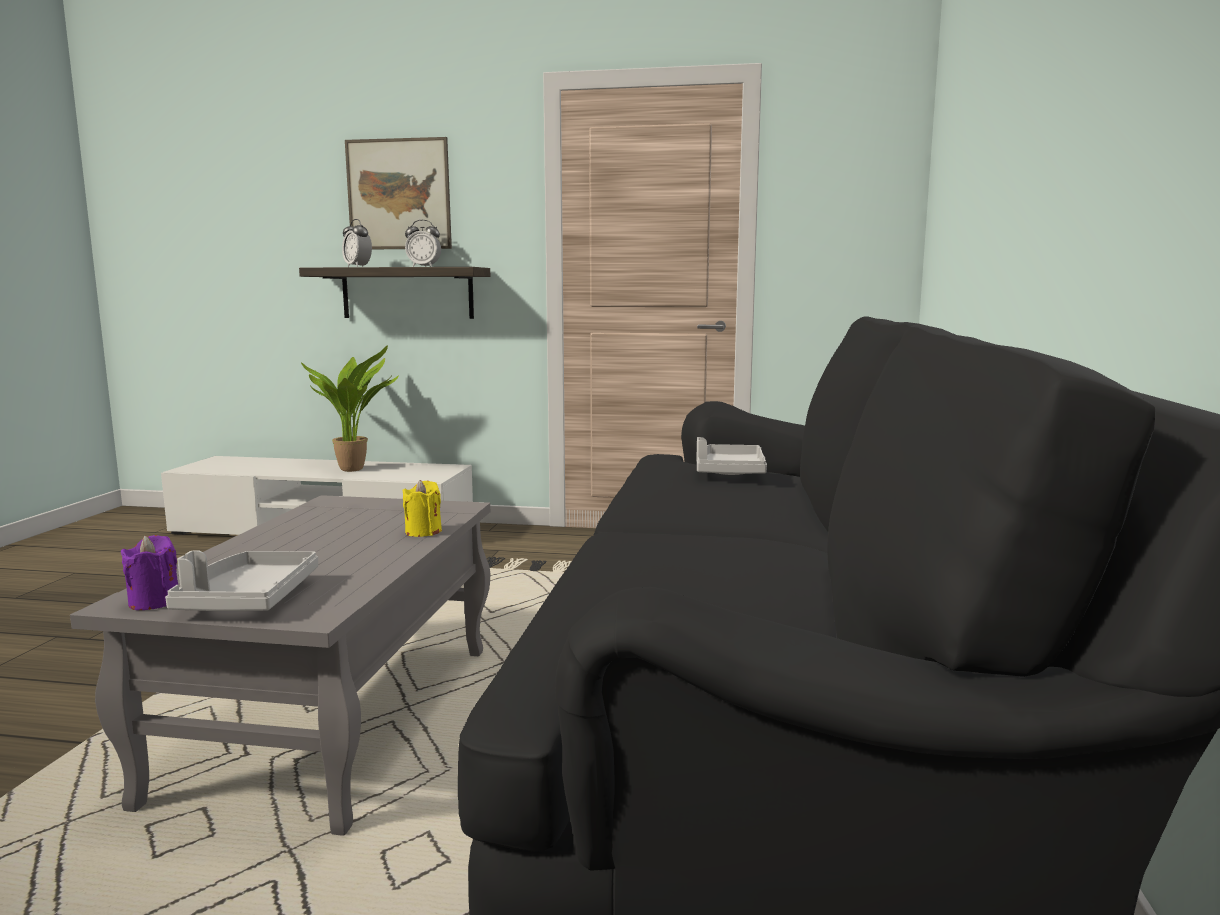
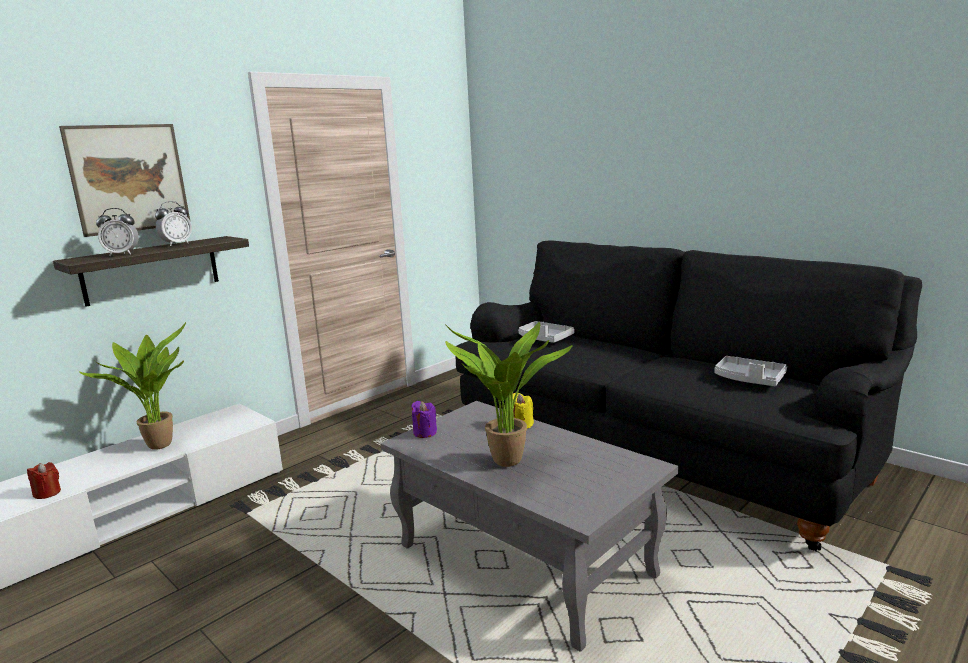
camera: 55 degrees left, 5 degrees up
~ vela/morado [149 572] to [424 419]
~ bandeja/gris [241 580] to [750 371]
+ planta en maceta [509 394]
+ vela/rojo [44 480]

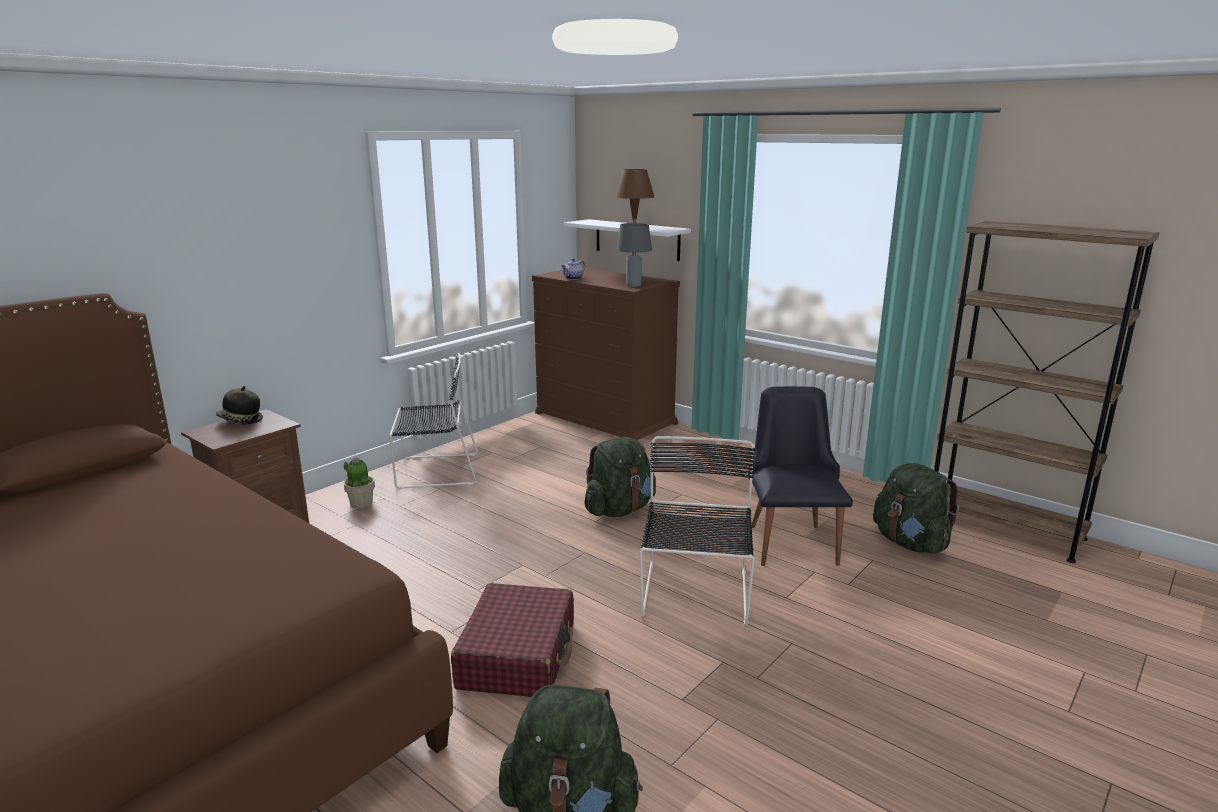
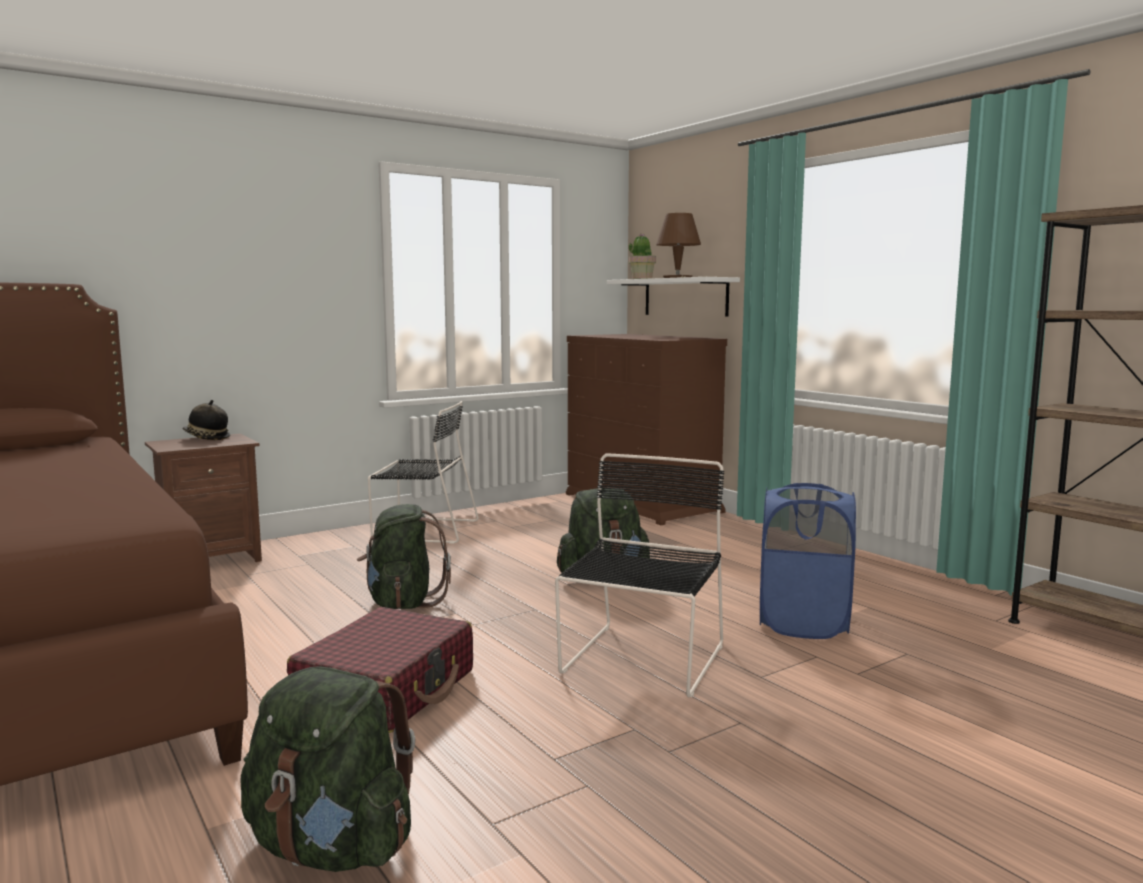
camera: 15 degrees right, 10 degrees down
- lámpara de mesa/gris [634 255]
- tetera [573 269]
~ silla/negro [800 476] to cesto de la ropa/azul [808 561]
~ planta en maceta [359 482] to [642 256]
~ mochila/verde [916 508] to [404 556]

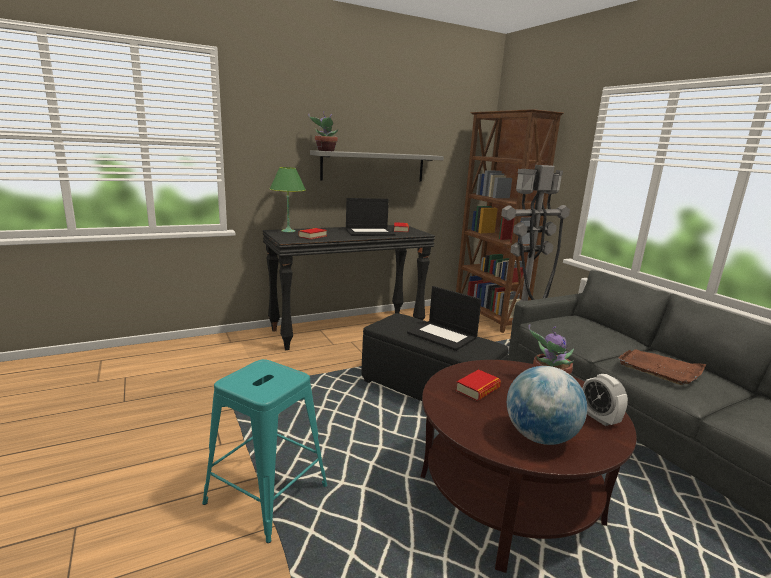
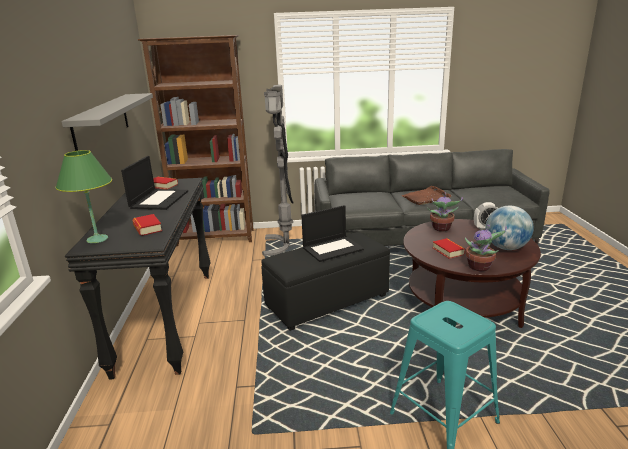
camera: 65 degrees left, 5 degrees up
~ planta en maceta [323 131] to [486 248]

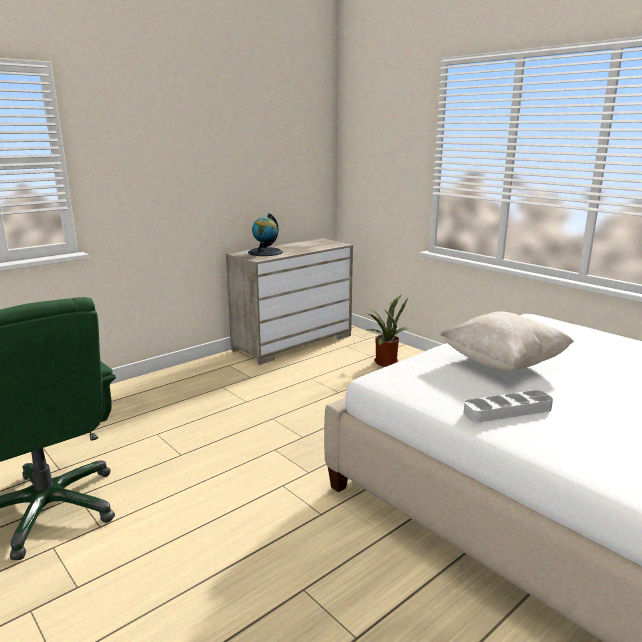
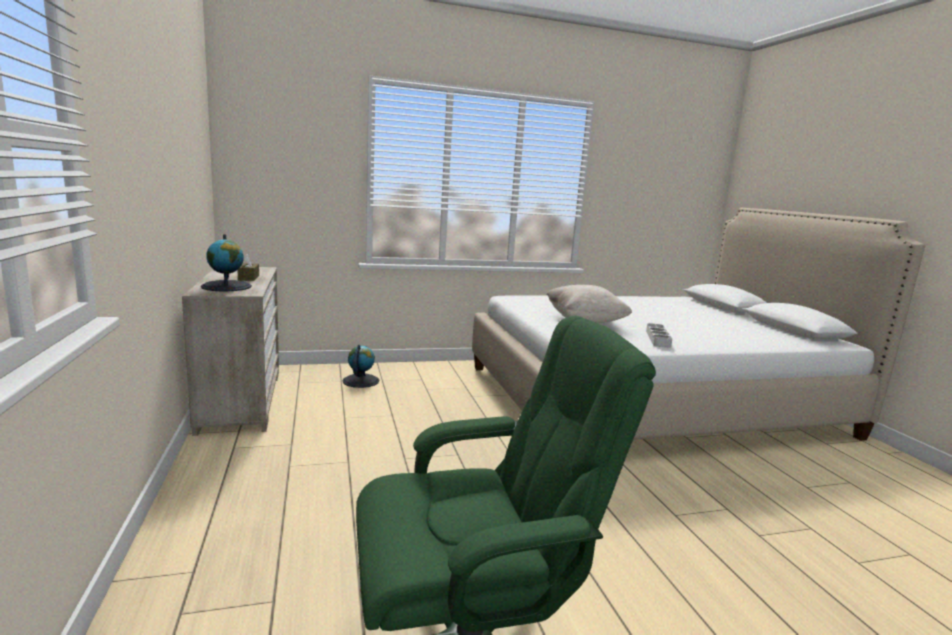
camera: 65 degrees left, 5 degrees down
~ planta en maceta [387 331] to globo terráqueo [360 366]
+ caja de pañuelos/marrón [248 267]

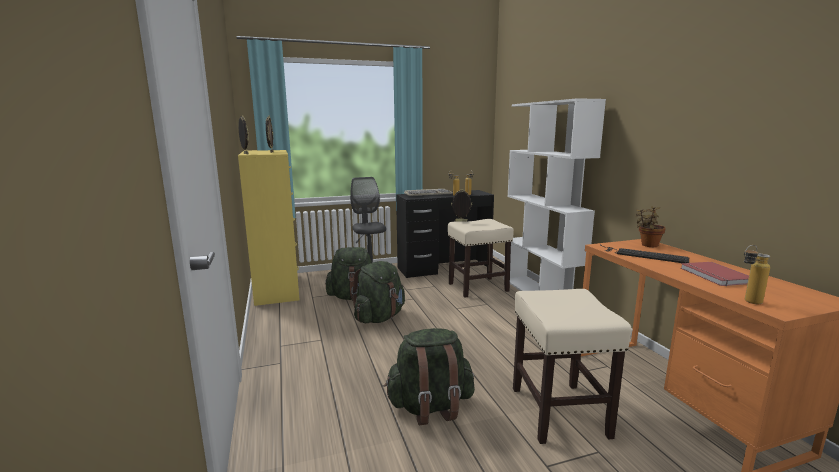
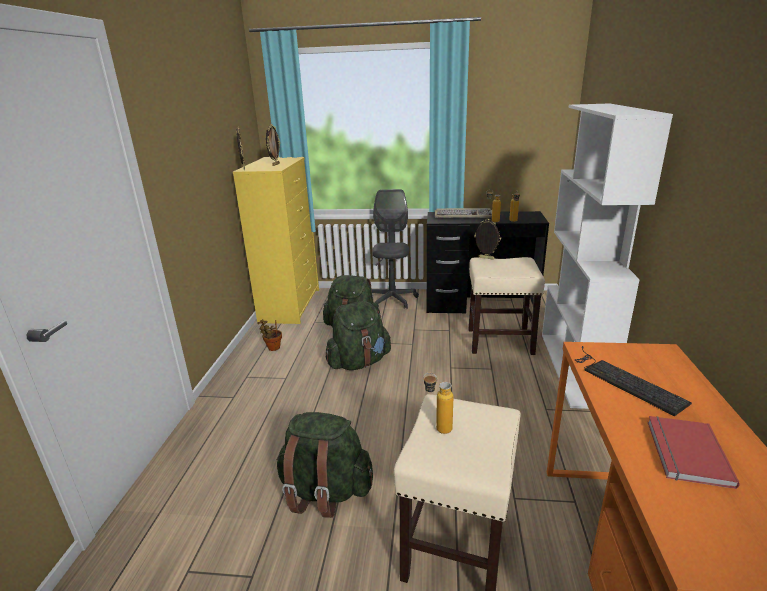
camera: 25 degrees right, 10 degrees up
~ planta en maceta [651 226] to [269 335]
~ botella [757 274] to [438 403]

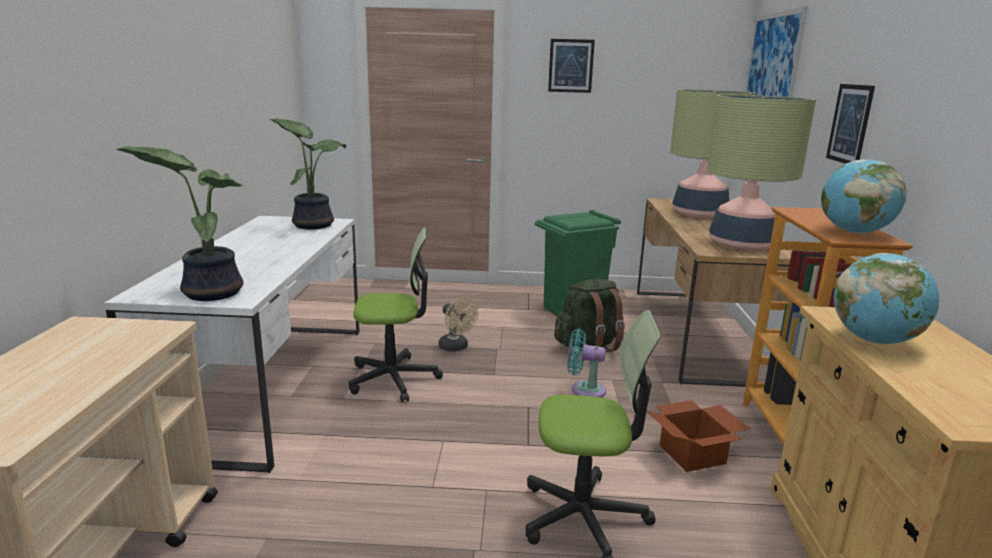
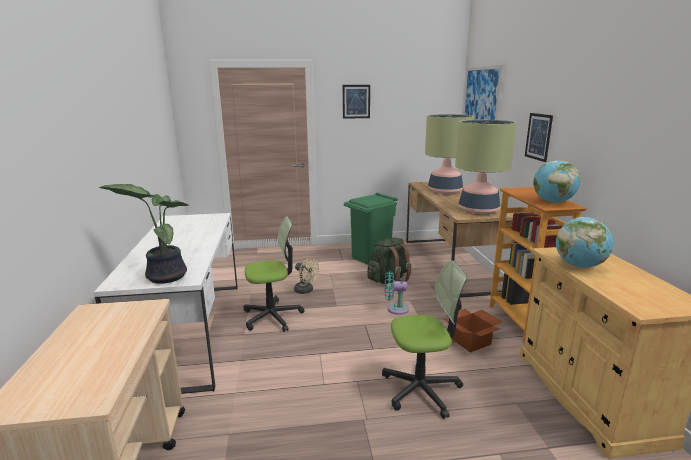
camera: 10 degrees left, 0 degrees up
- planta en maceta [308 174]

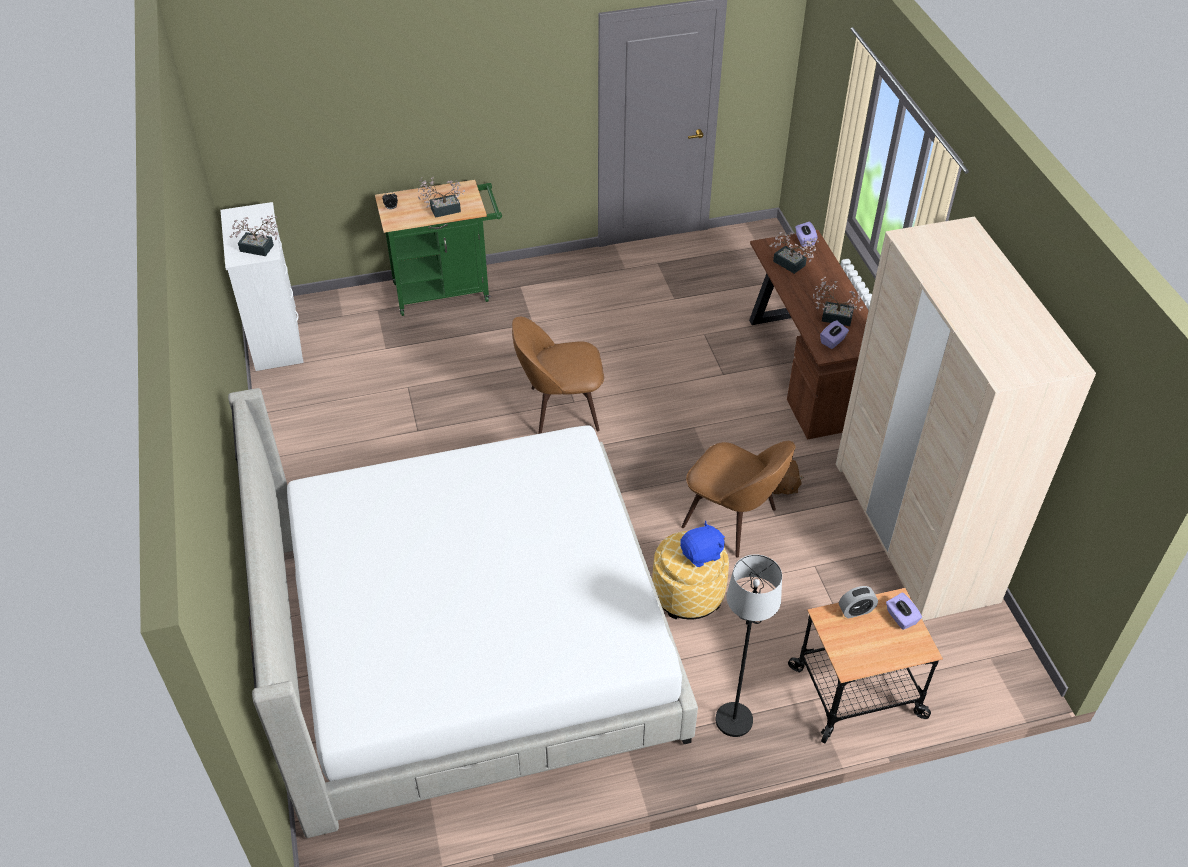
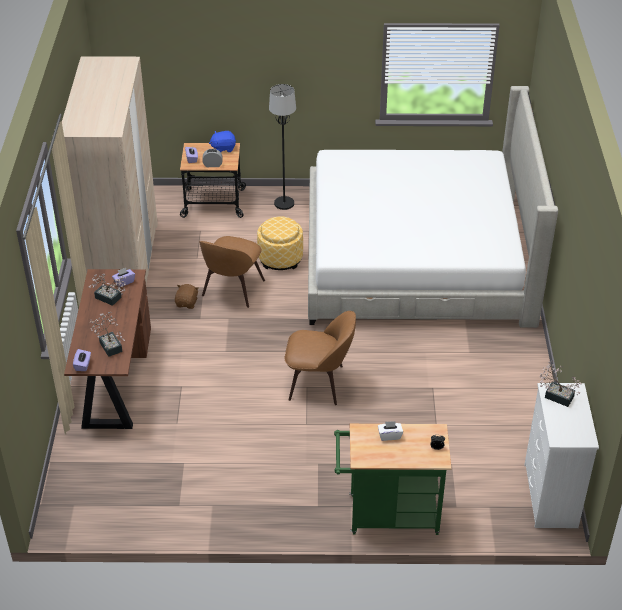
camera: 165 degrees left, 5 degrees down
~ planta en maceta [441 197] to caja de pañuelos/blanco [390 431]
~ silla/marrón [738 499] = [232 272] 120 degrees counterclockwise
~ peluche/azul [702 544] to [222 141]

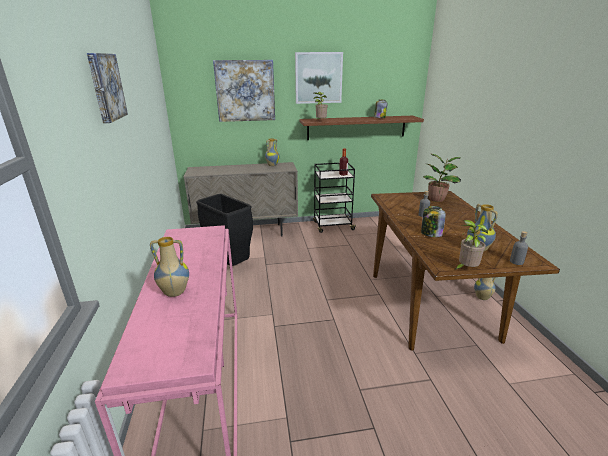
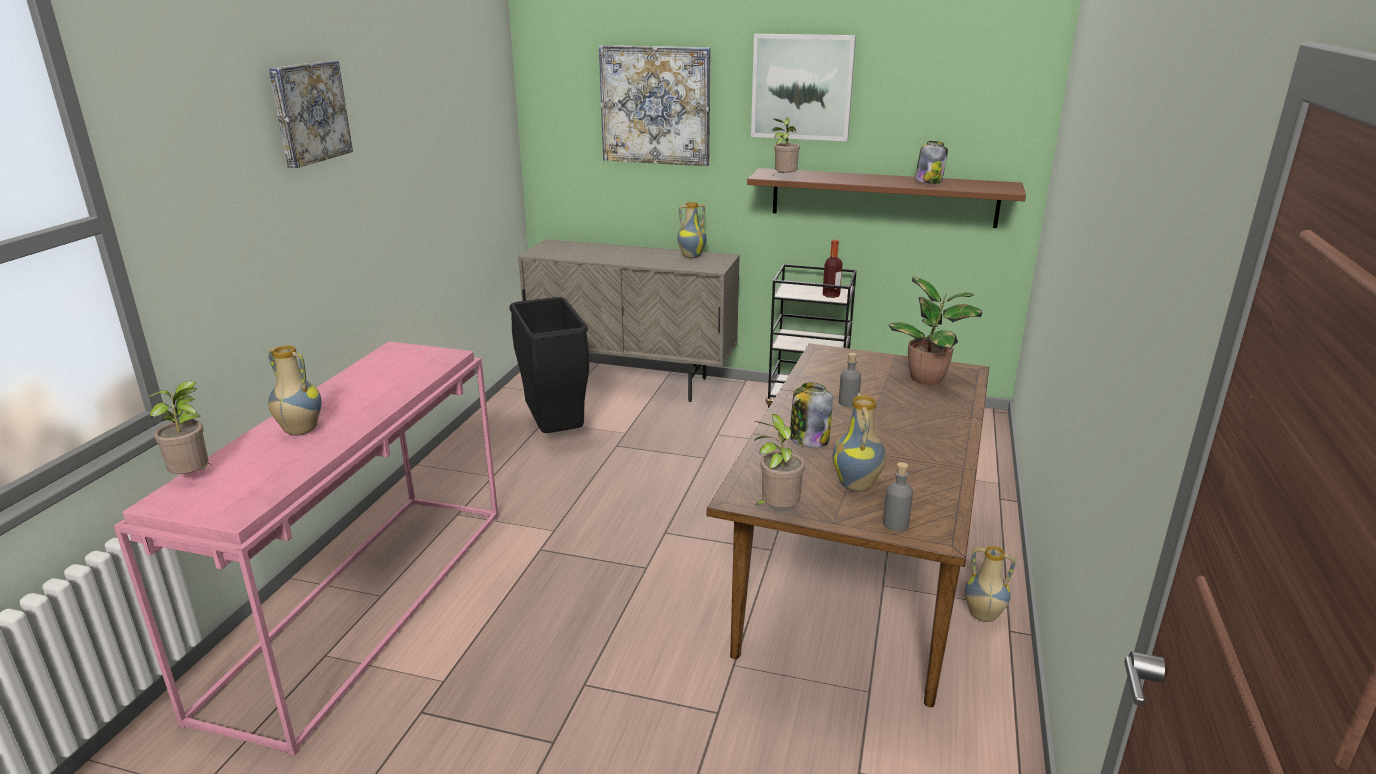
camera: 25 degrees right, 0 degrees up
+ planta en maceta [179 427]

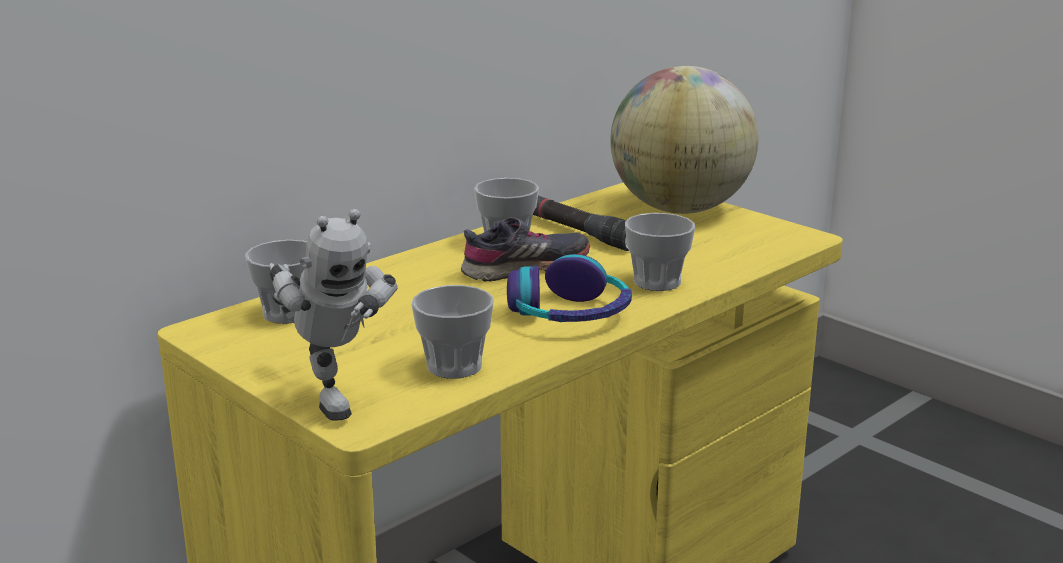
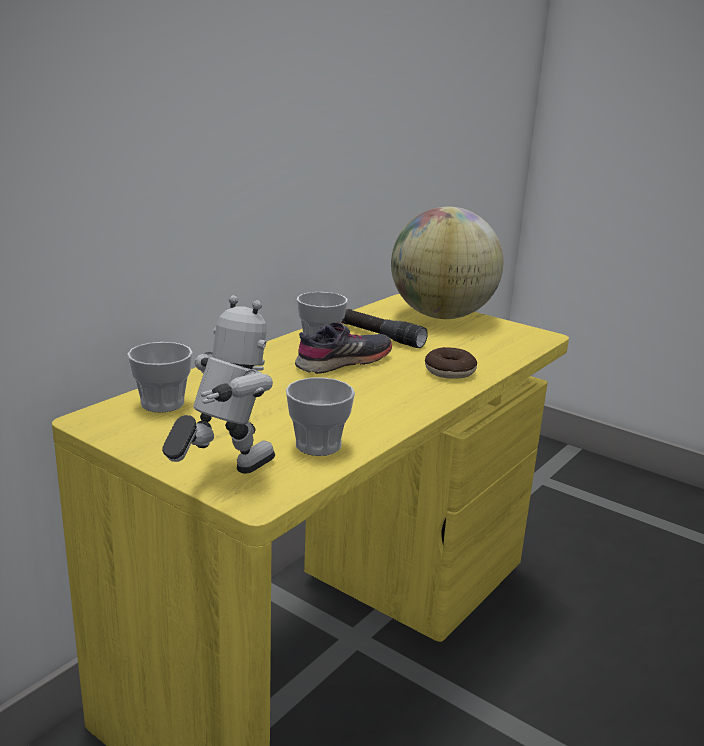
camera: 10 degrees left, 0 degrees up
~ robot de juguete [333 315] = [218 384] 105 degrees counterclockwise
~ taza [660 252] to rosquilla [451 363]
- auriculares [569 288]

